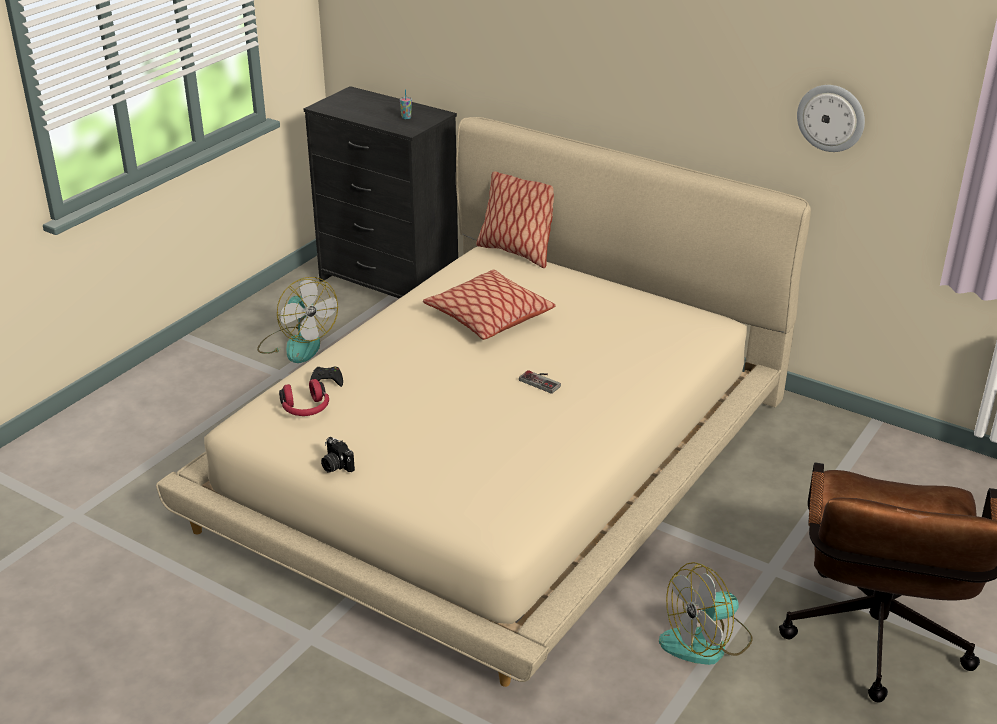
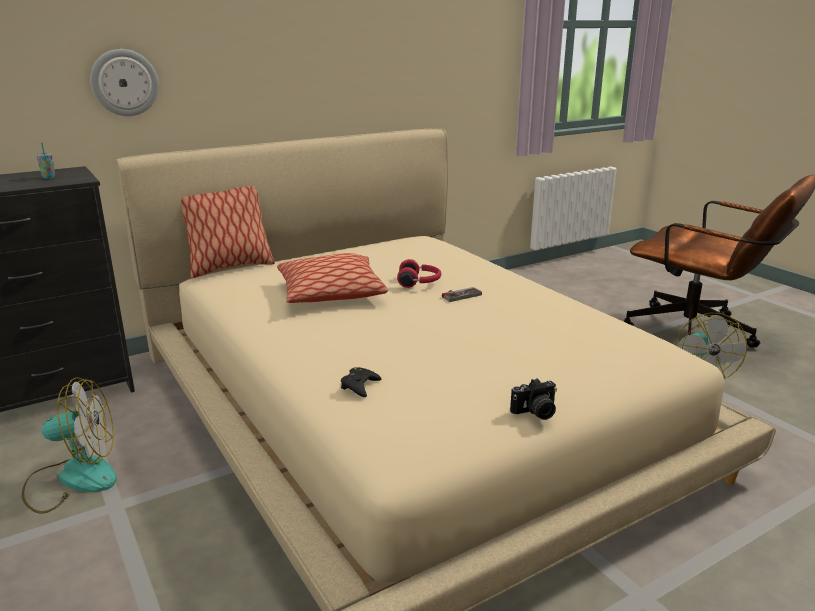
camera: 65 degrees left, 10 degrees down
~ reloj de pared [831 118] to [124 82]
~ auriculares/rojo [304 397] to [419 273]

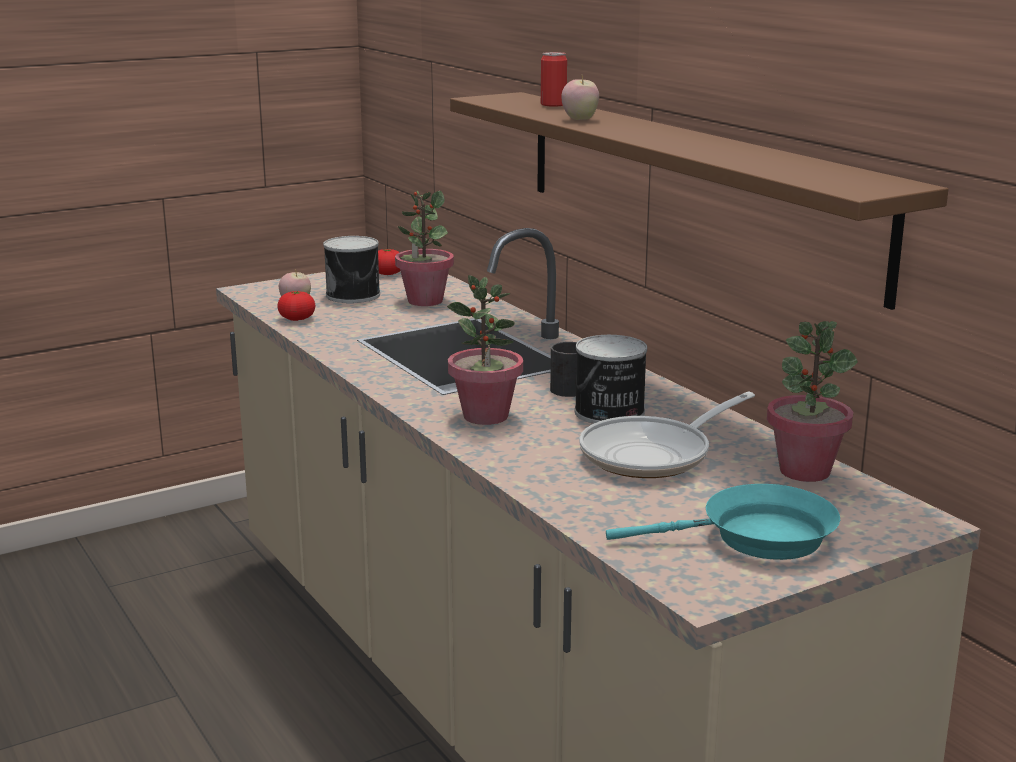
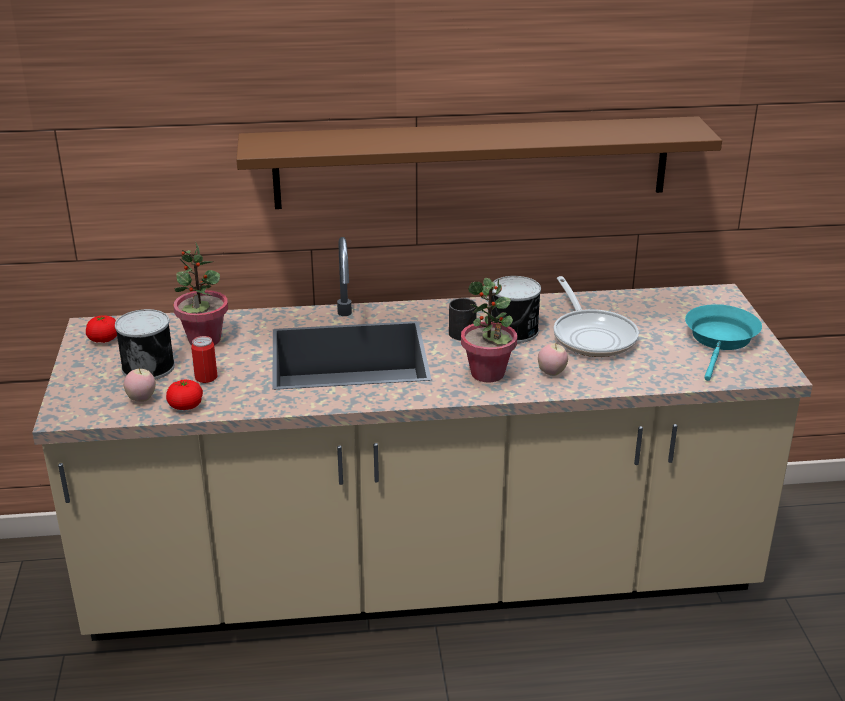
camera: 65 degrees left, 10 degrees up
~ lata [554 79] to [204 359]
~ manzana [580 98] to [553 360]
- planta en maceta [812 401]

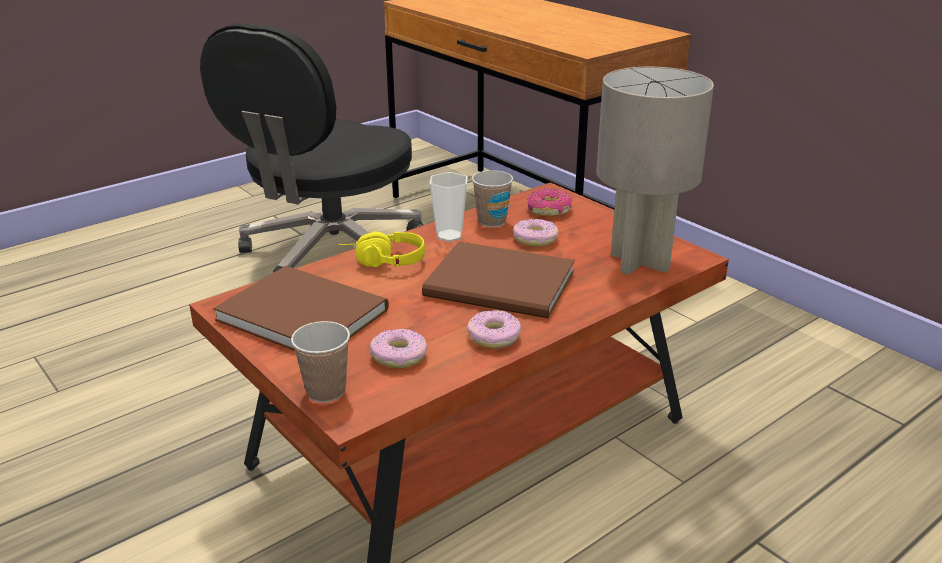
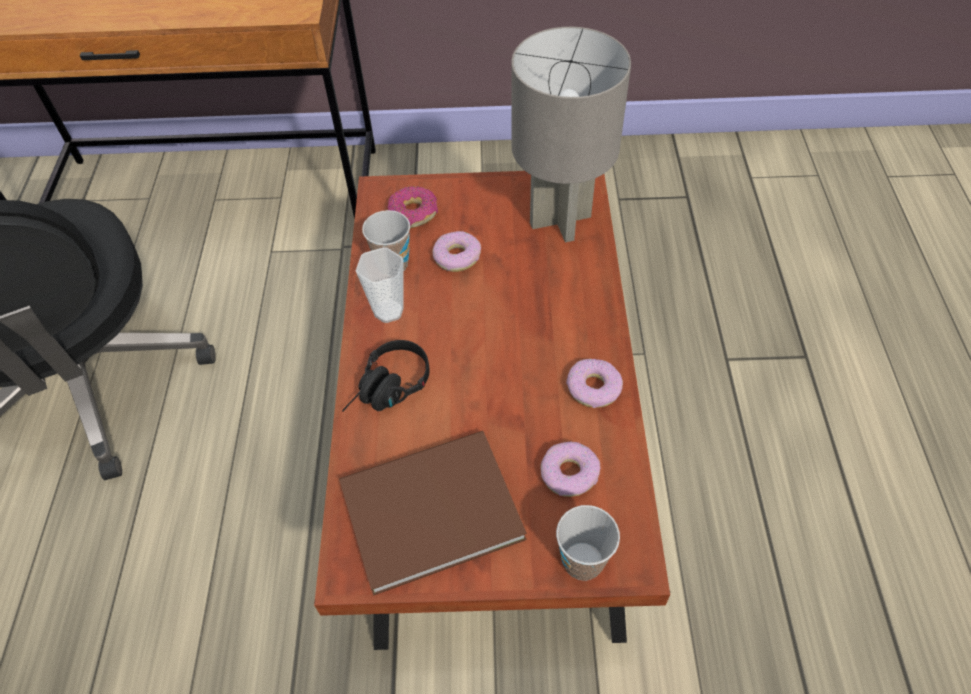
camera: 50 degrees left, 25 degrees up
~ auriculares/amarillo [382 249] to auriculares/negro [386 376]
- libro/marrón [498 279]

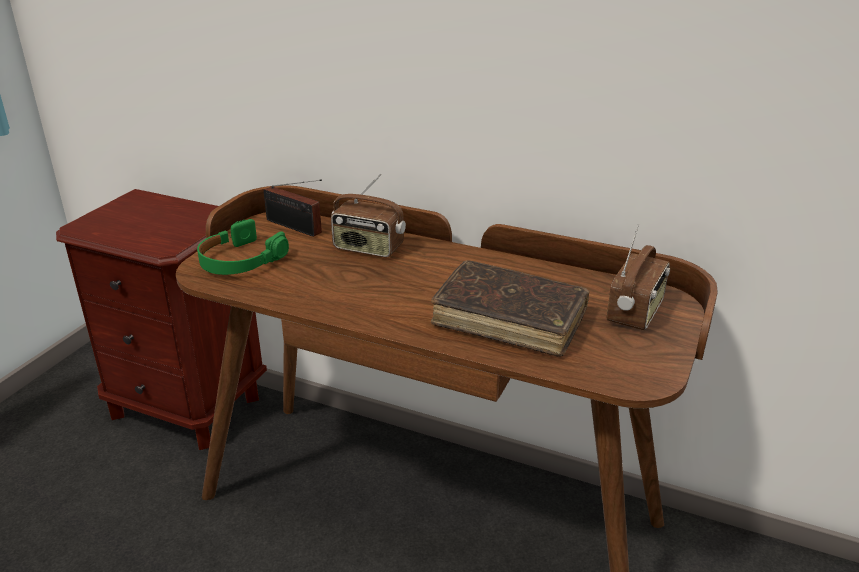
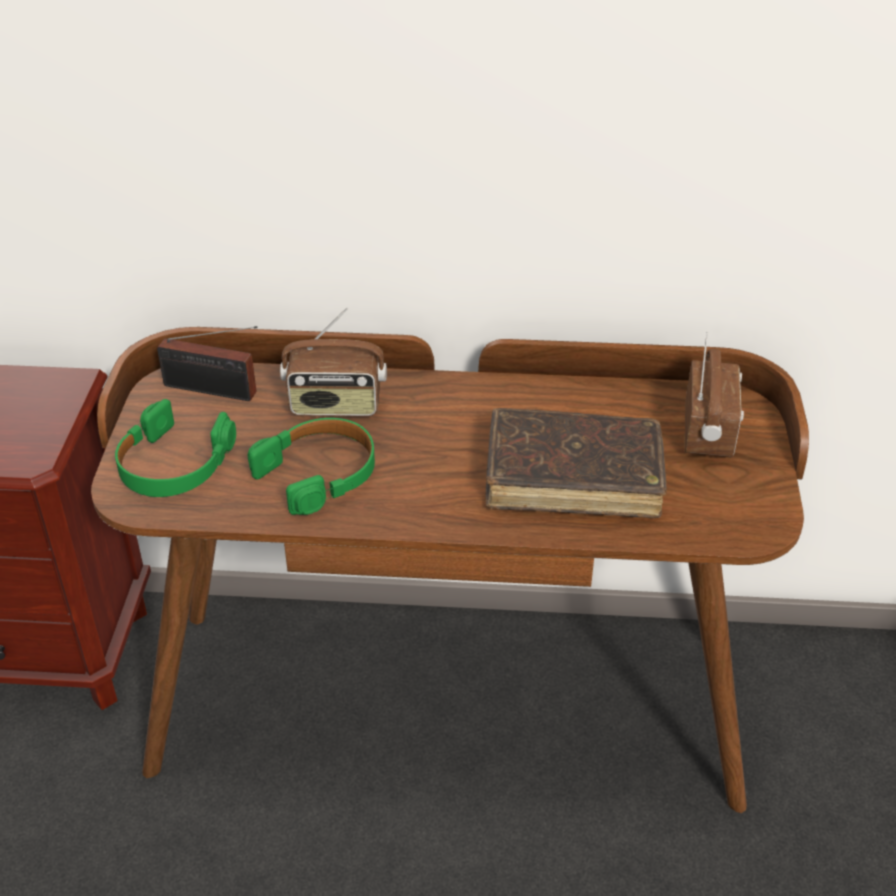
camera: 20 degrees left, 10 degrees up
+ auriculares/verde [311 466]

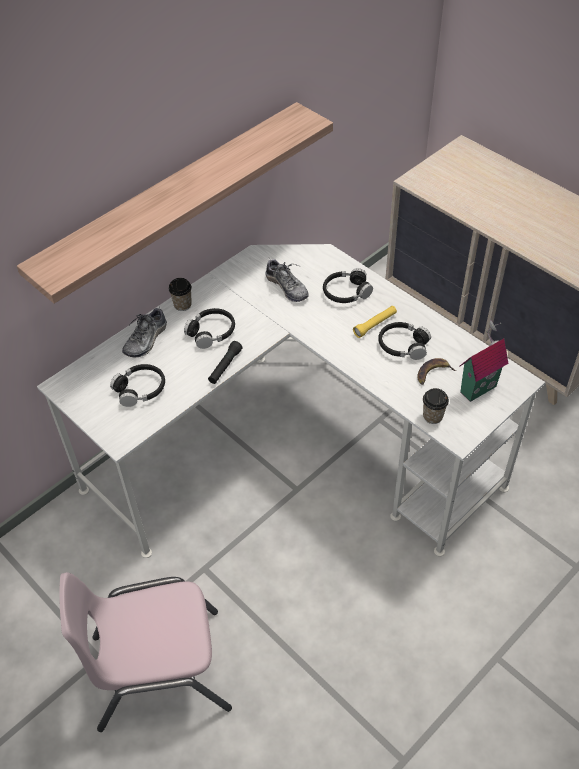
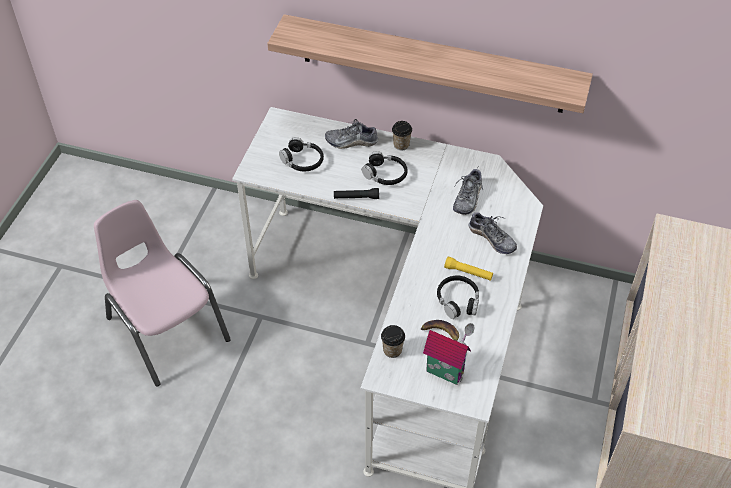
camera: 60 degrees right, 0 degrees up
~ auriculares/negro [348 285] to zapato [493 232]

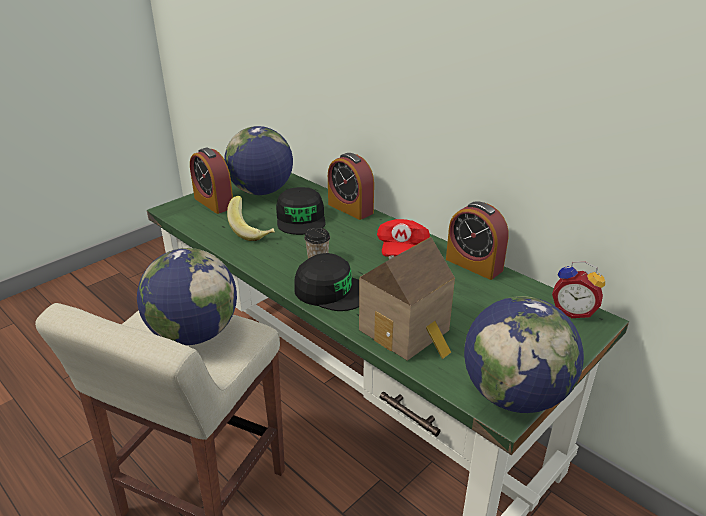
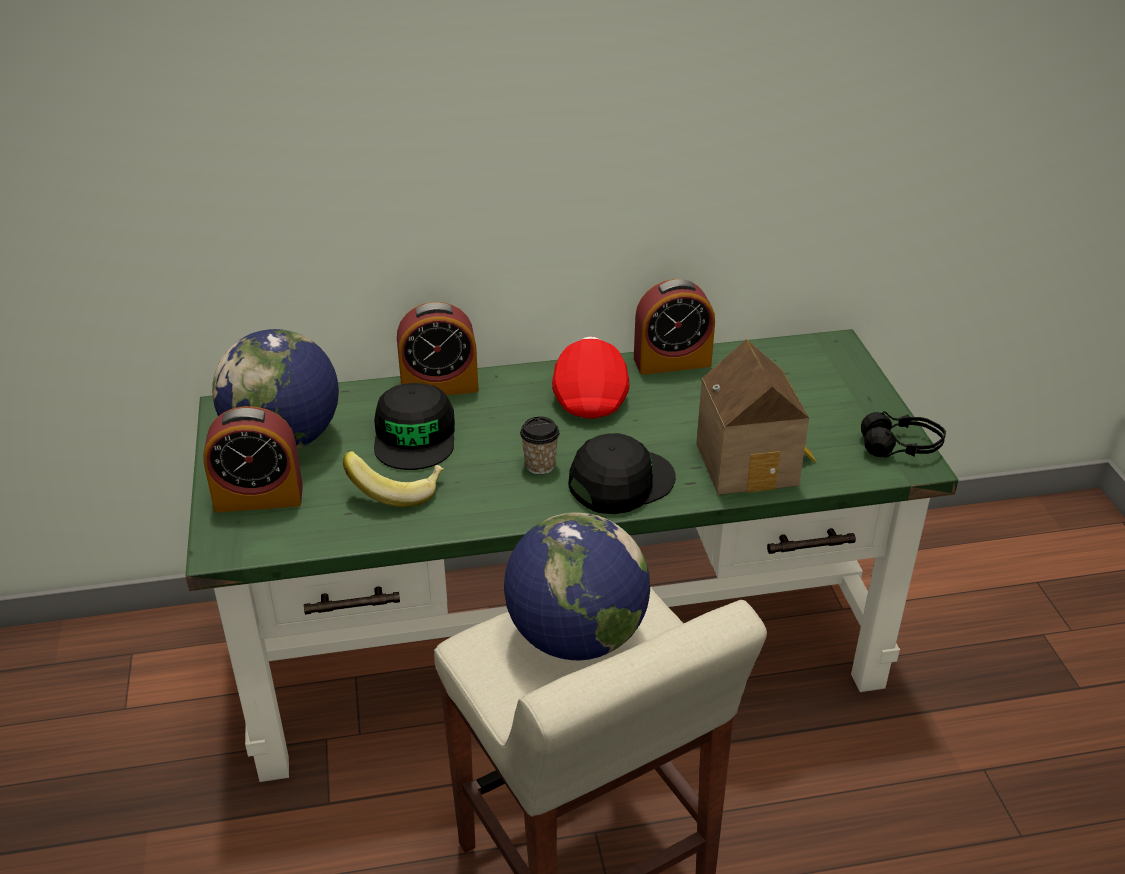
camera: 55 degrees left, 5 degrees up
~ gorra/negro [301 211] = [414 426] 60 degrees clockwise
~ gorra/rojo [403 238] = [590 377] 135 degrees counterclockwise
- despertador [578 290]
~ globo terráqueo [524 354] to auriculares/negro [903 434]

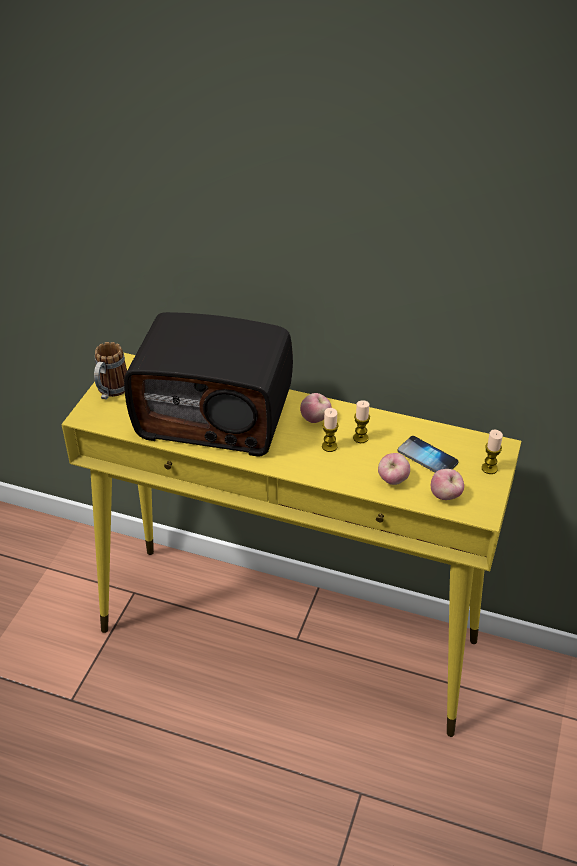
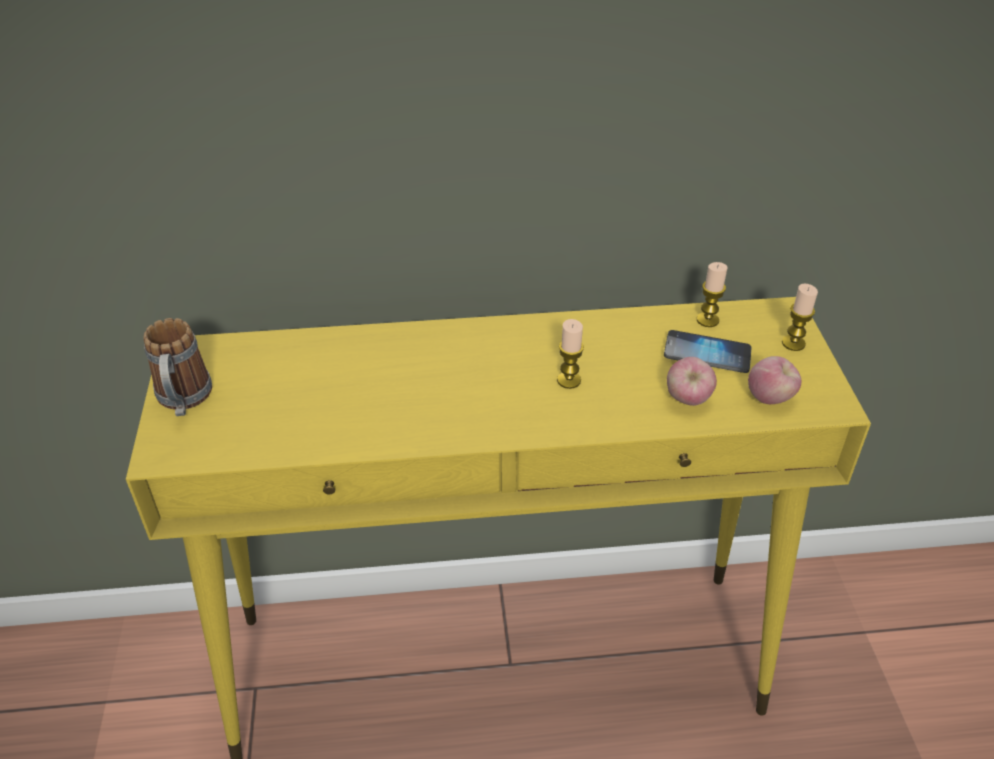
camera: 25 degrees left, 0 degrees up
- radio [208 384]
- manzana [316 408]
~ vela [361 421] to [712 294]

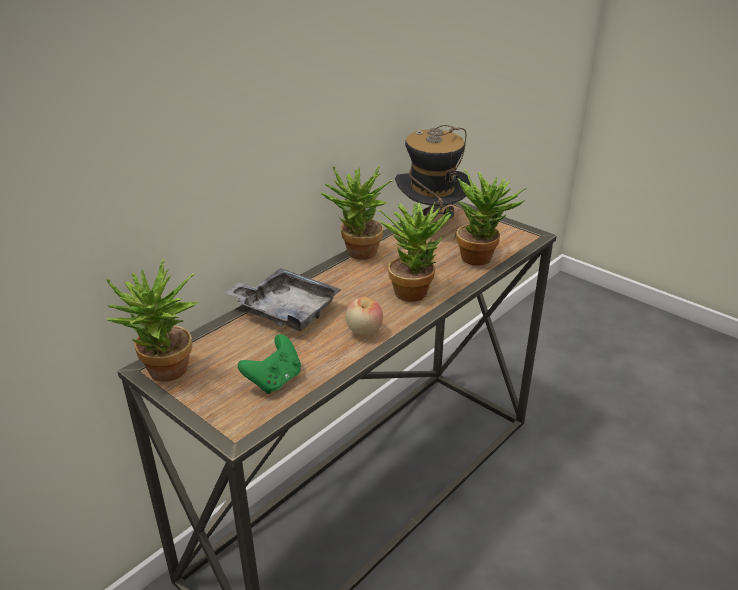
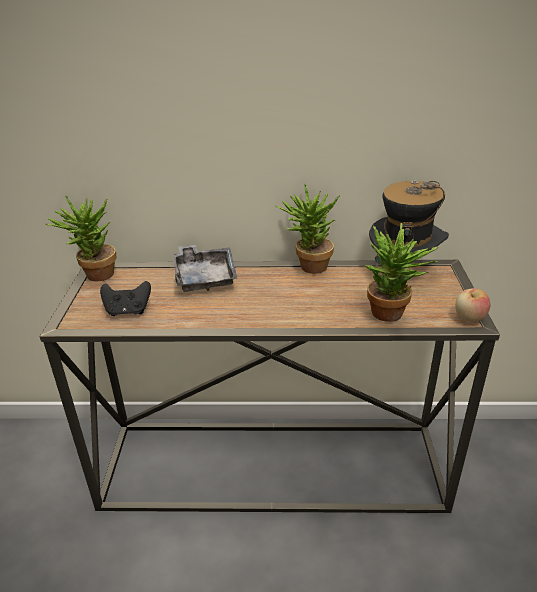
camera: 50 degrees right, 0 degrees up
- planta en maceta [414 252]
~ manzana [364 316] to [472 305]
~ mando de consola/verde [269 364] to mando de consola/negro [125 298]

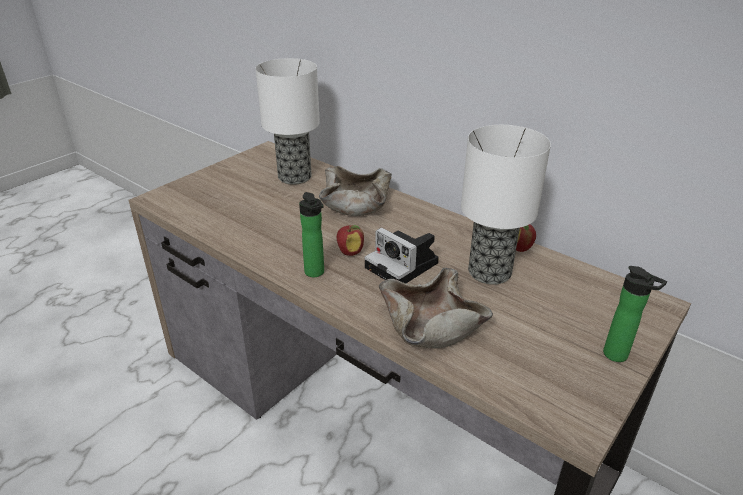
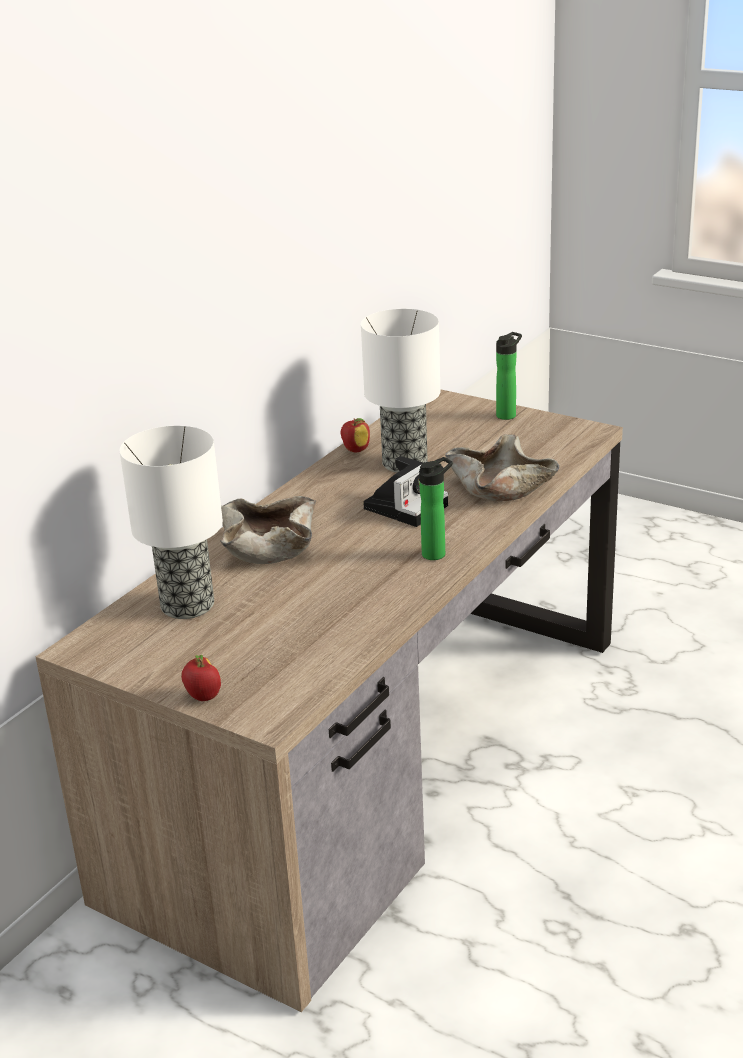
camera: 95 degrees left, 5 degrees down
~ manzana [350 240] to [201 678]

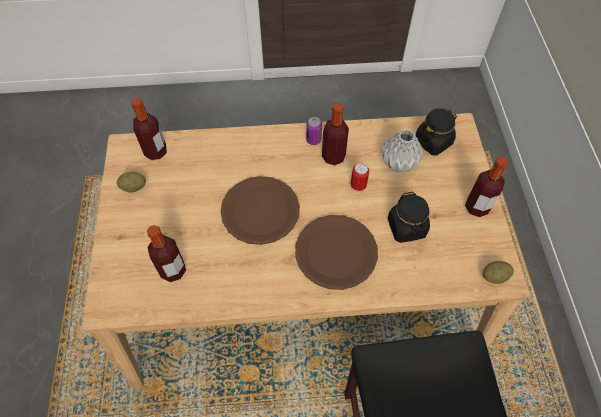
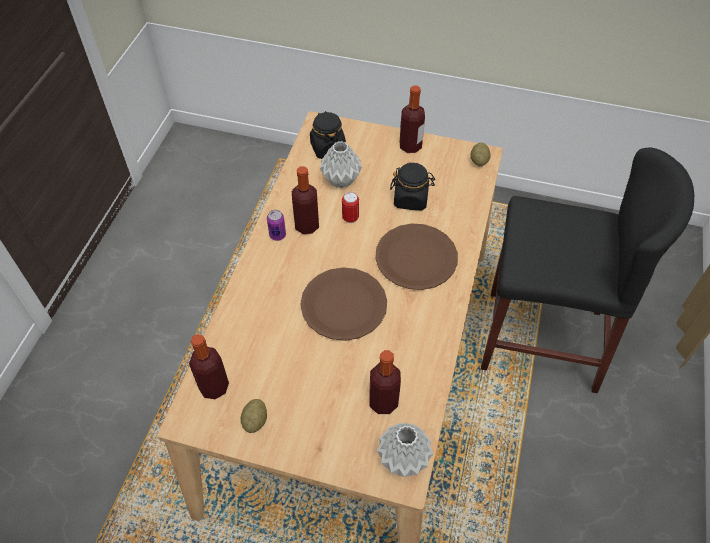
camera: 70 degrees left, 5 degrees down
+ florero/gris [405 450]

